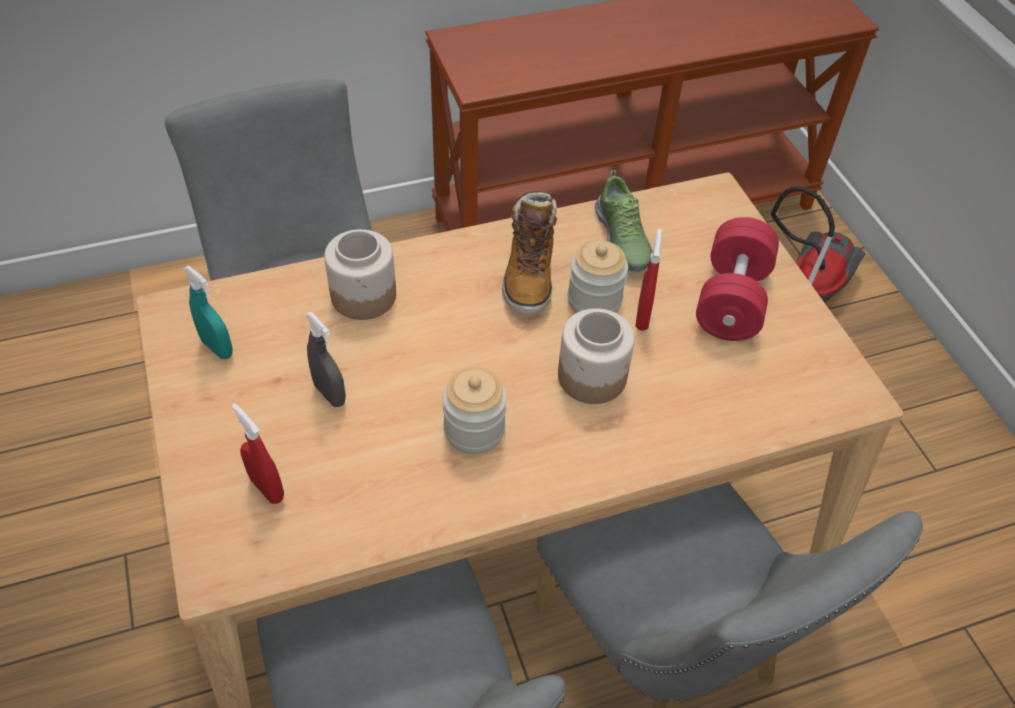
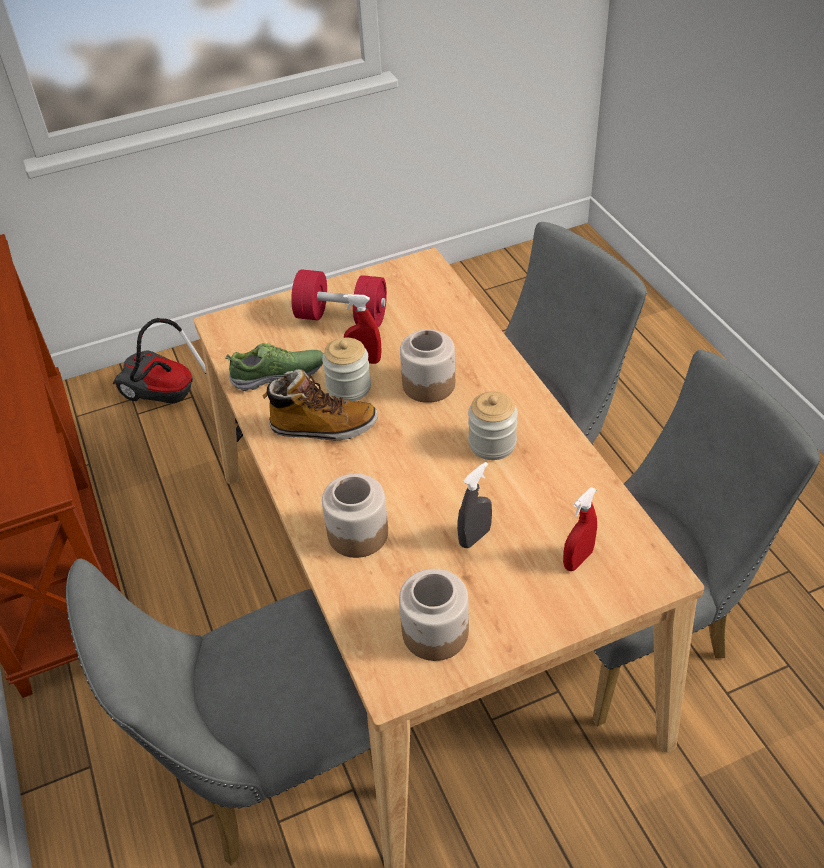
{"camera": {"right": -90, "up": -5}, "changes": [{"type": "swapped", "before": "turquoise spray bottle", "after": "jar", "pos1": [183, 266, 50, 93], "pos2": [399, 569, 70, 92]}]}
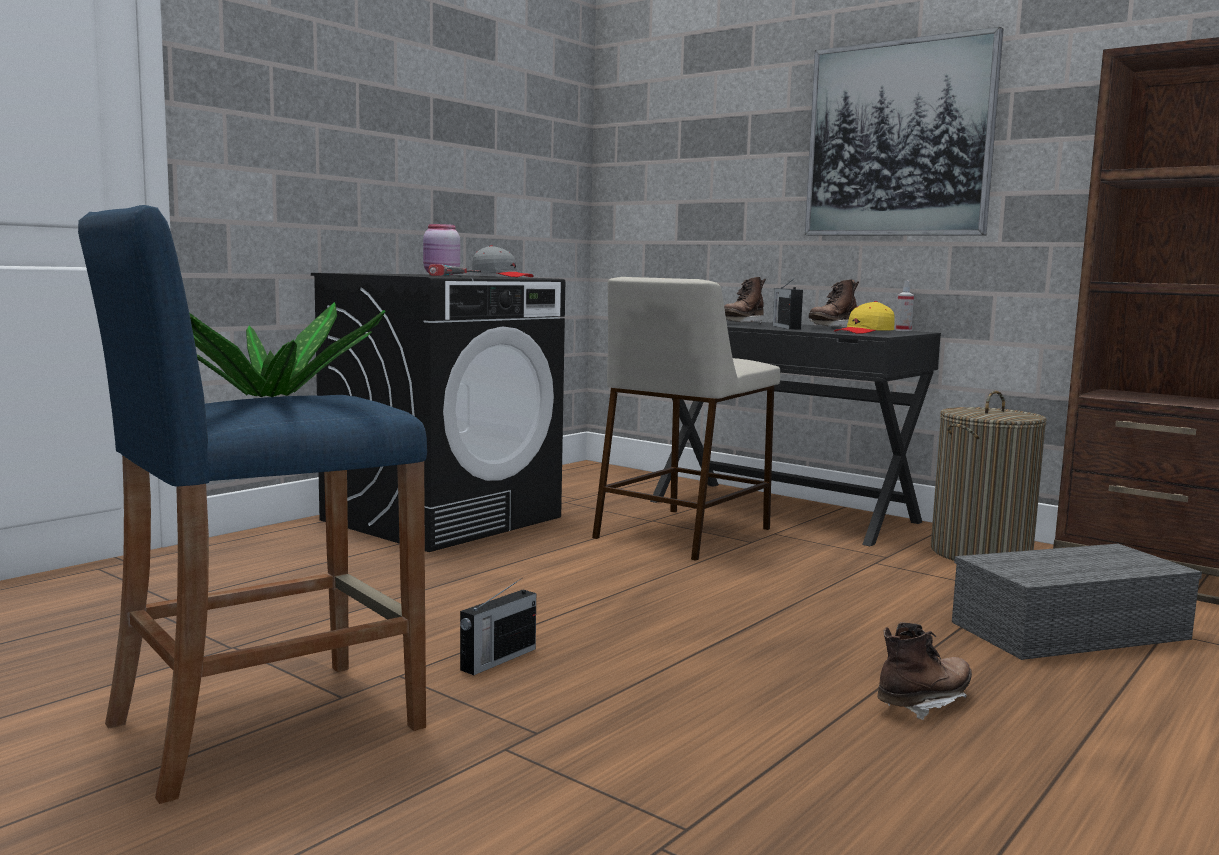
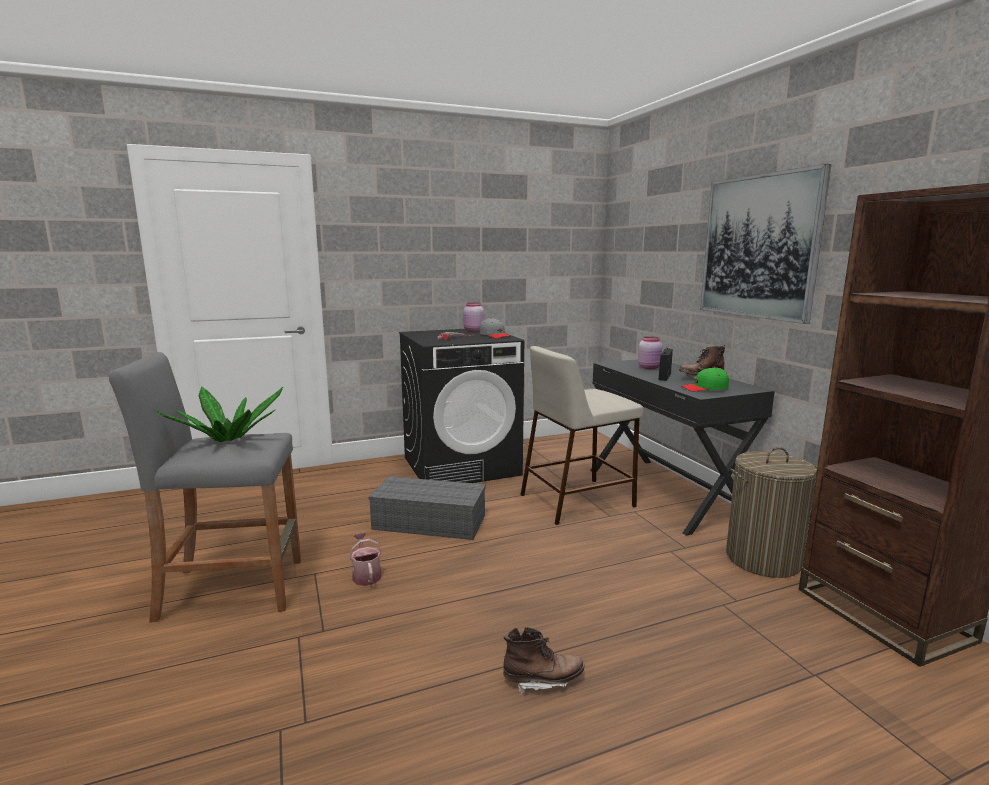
{"camera": {"right": 30, "up": 5}, "changes": [{"type": "repainted", "before": "blue stool", "after": "grey stool", "pos1": [78, 205, 349, 599], "pos2": [108, 352, 193, 271]}, {"type": "swapped", "before": "radio", "after": "watering can", "pos1": [460, 578, 76, 97], "pos2": [349, 533, 33, 53]}, {"type": "shifted", "before": "grey storage box", "pos1": [952, 544, 250, 116], "pos2": [368, 476, 118, 64]}, {"type": "swapped", "before": "brown boot", "after": "pink jar", "pos1": [724, 277, 42, 46], "pos2": [638, 336, 24, 33]}, {"type": "repainted", "before": "yellow cap", "after": "green cap", "pos1": [834, 301, 61, 33], "pos2": [682, 367, 47, 25]}, {"type": "gone", "before": "spray bottle", "pos1": [896, 281, 18, 50]}]}
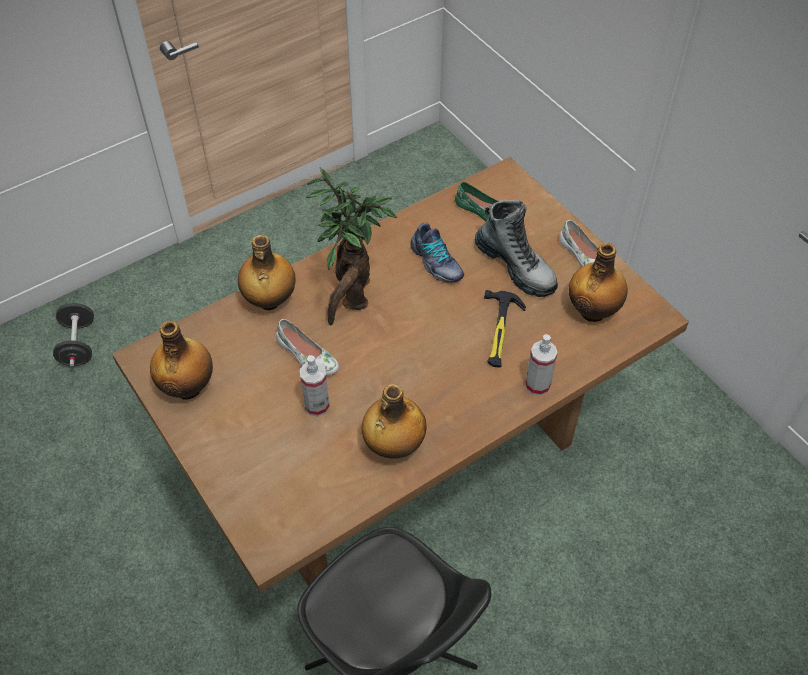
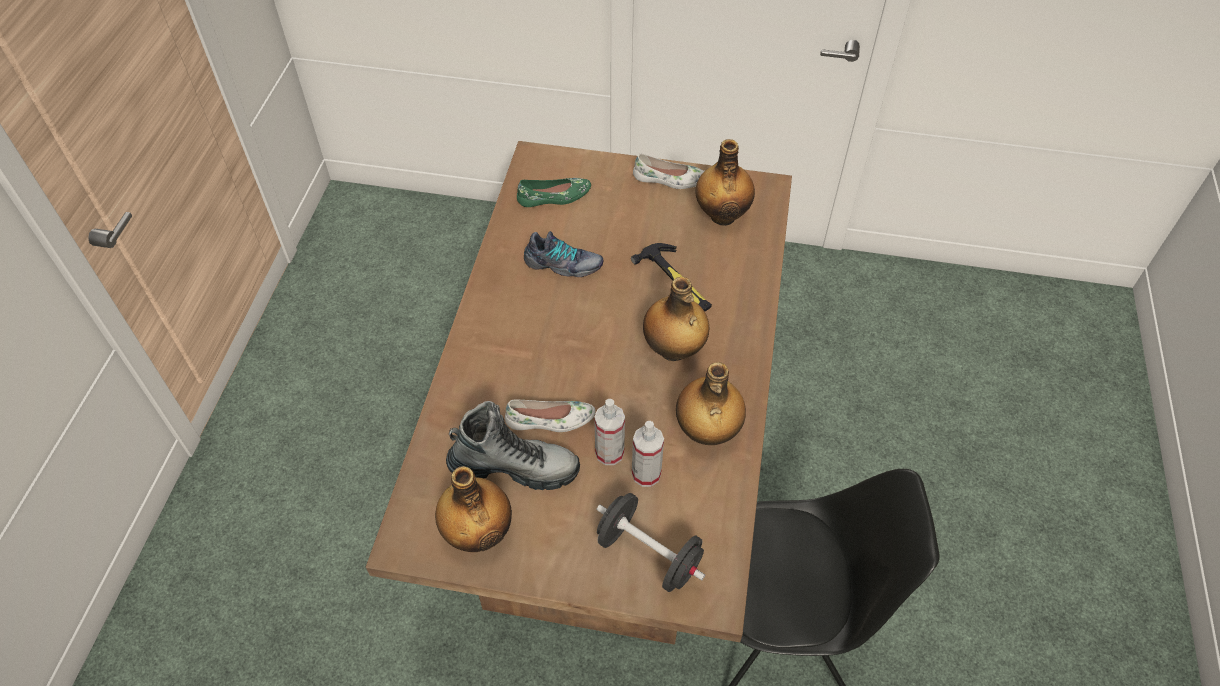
{"camera": {"right": -45, "up": 0}, "changes": [{"type": "shifted", "before": "boot", "pos1": [475, 199, 83, 98], "pos2": [446, 401, 134, 89]}, {"type": "shifted", "before": "black dumbbell", "pos1": [53, 303, 41, 64], "pos2": [596, 493, 109, 99]}, {"type": "shifted", "before": "spray bottle", "pos1": [525, 334, 33, 62], "pos2": [632, 421, 32, 66]}, {"type": "shifted", "before": "bottle", "pos1": [238, 235, 58, 75], "pos2": [643, 277, 66, 84]}, {"type": "gone", "before": "potted plant", "pos1": [306, 168, 91, 158]}]}
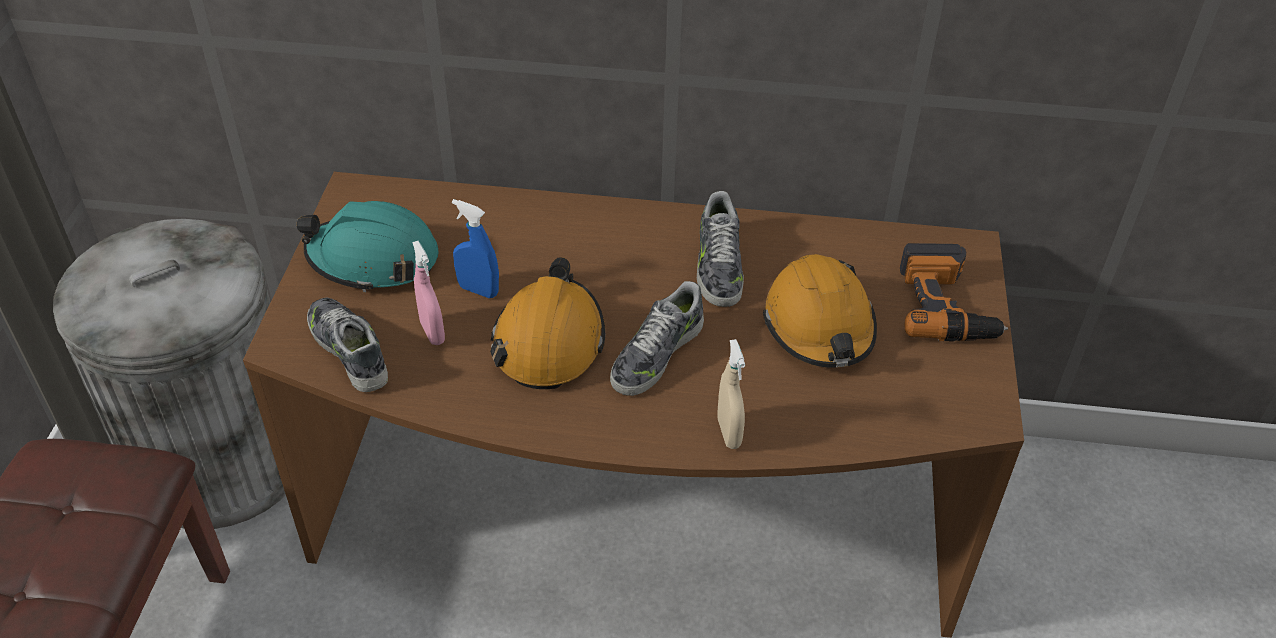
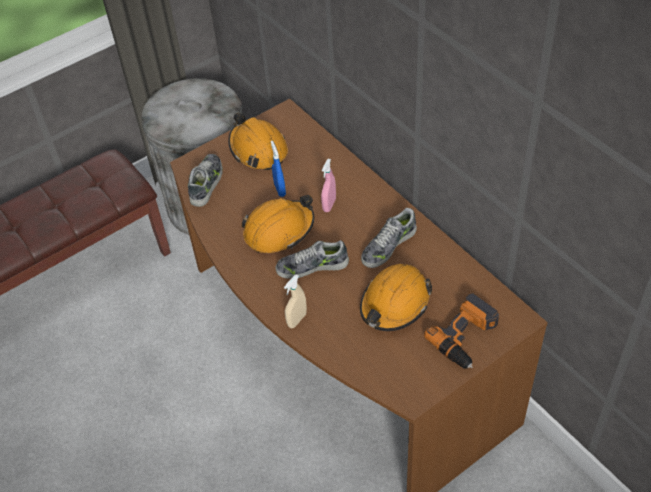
{"camera": {"right": 50, "up": 5}, "changes": [{"type": "repainted", "before": "turquoise hard hat", "after": "orange hard hat", "pos1": [297, 201, 142, 91], "pos2": [229, 113, 59, 57]}, {"type": "shifted", "before": "pink spray bottle", "pos1": [412, 241, 33, 104], "pos2": [321, 159, 15, 53]}]}
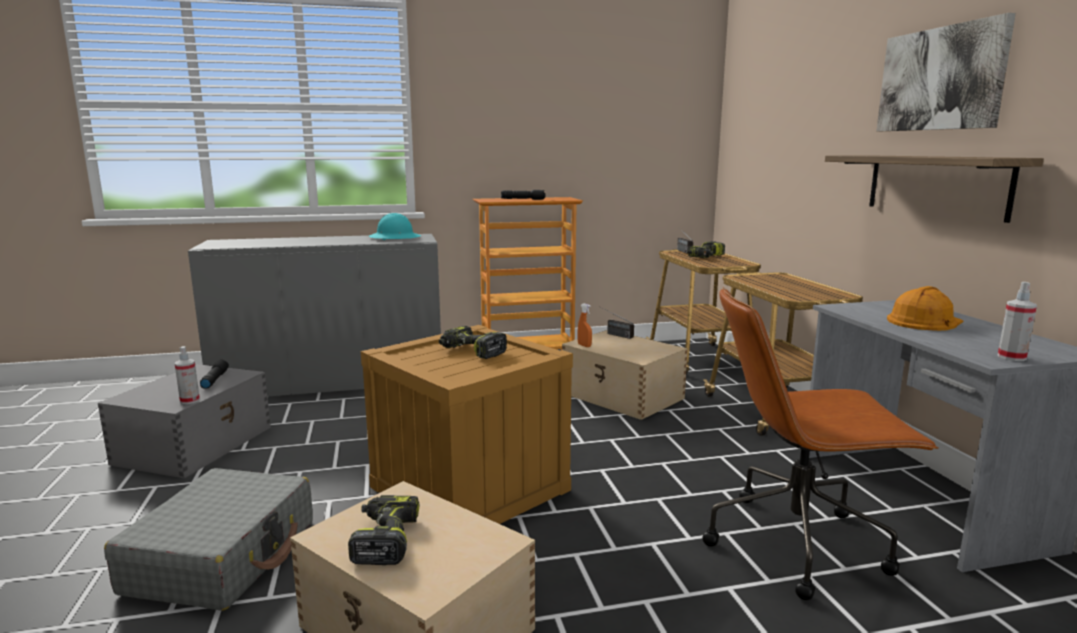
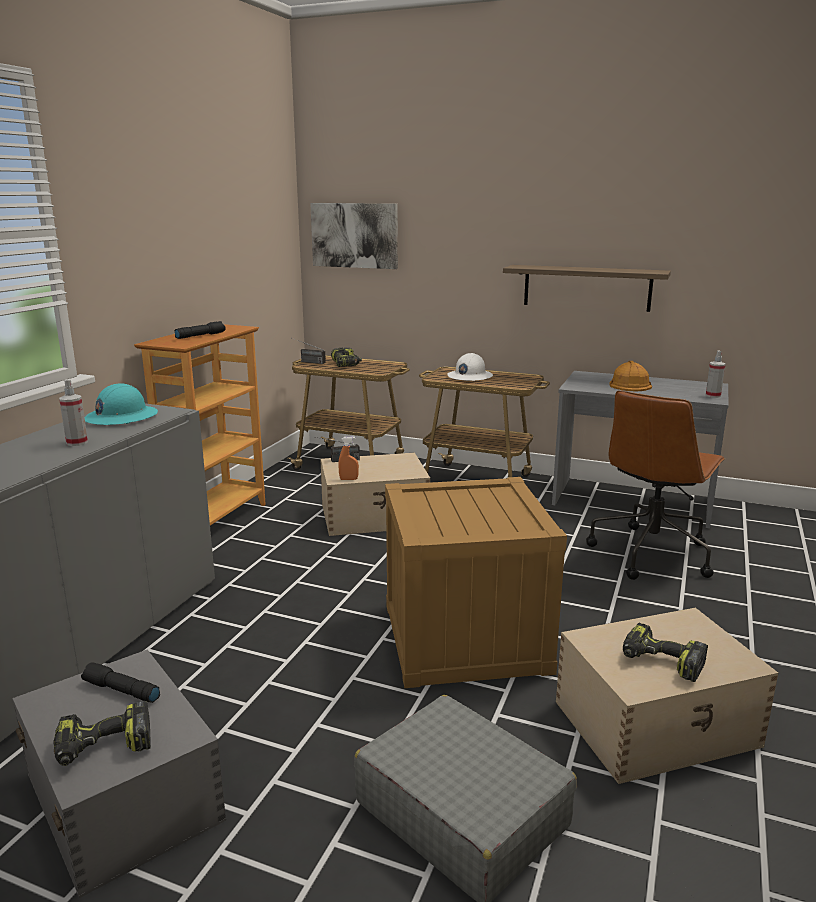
{"camera": {"right": -55, "up": 5}, "changes": [{"type": "shifted", "before": "power drill", "pos1": [439, 326, 68, 33], "pos2": [53, 701, 98, 65]}, {"type": "shifted", "before": "spray bottle", "pos1": [174, 346, 26, 58], "pos2": [59, 379, 29, 67]}, {"type": "shifted", "before": "picture", "pos1": [877, 13, 139, 118], "pos2": [310, 203, 88, 66]}, {"type": "new", "after": "white hard hat", "pos2": [447, 353, 46, 28]}]}
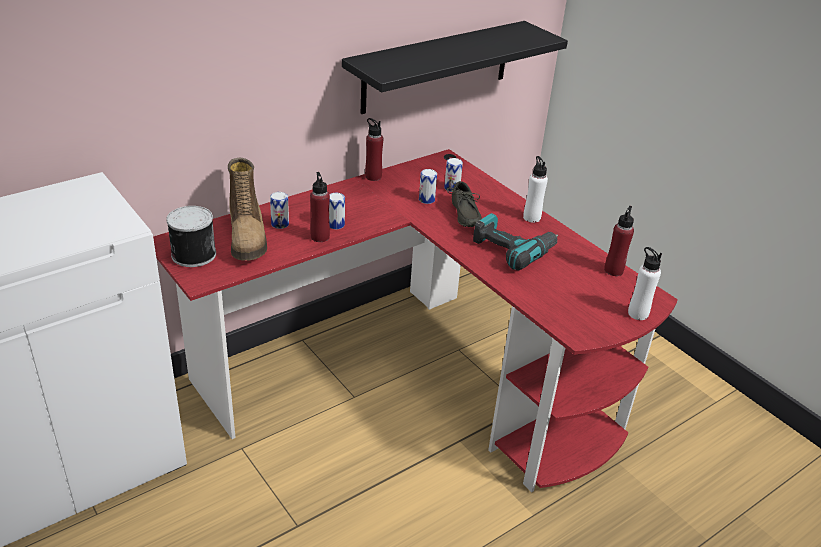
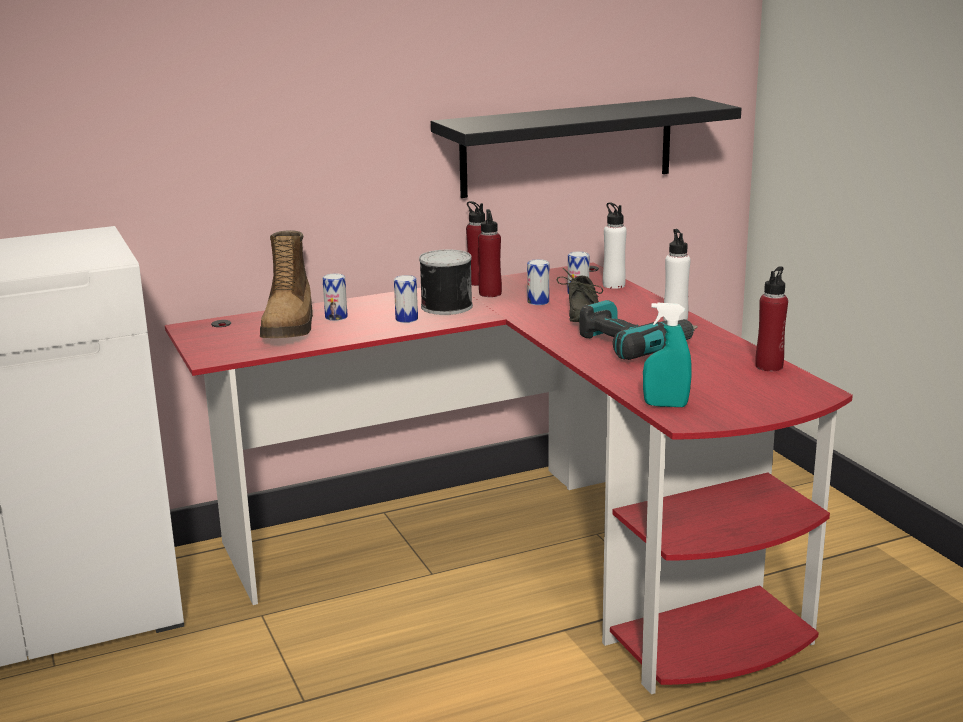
{"camera": {"right": 15, "up": -15}, "changes": [{"type": "shifted", "before": "can", "pos1": [166, 206, 50, 61], "pos2": [419, 249, 54, 66]}, {"type": "shifted", "before": "red bottle", "pos1": [310, 172, 20, 70], "pos2": [478, 209, 24, 88]}, {"type": "shifted", "before": "white bottle", "pos1": [628, 247, 34, 73], "pos2": [603, 202, 24, 87]}, {"type": "new", "after": "turquoise spray bottle", "pos2": [643, 303, 49, 104]}]}
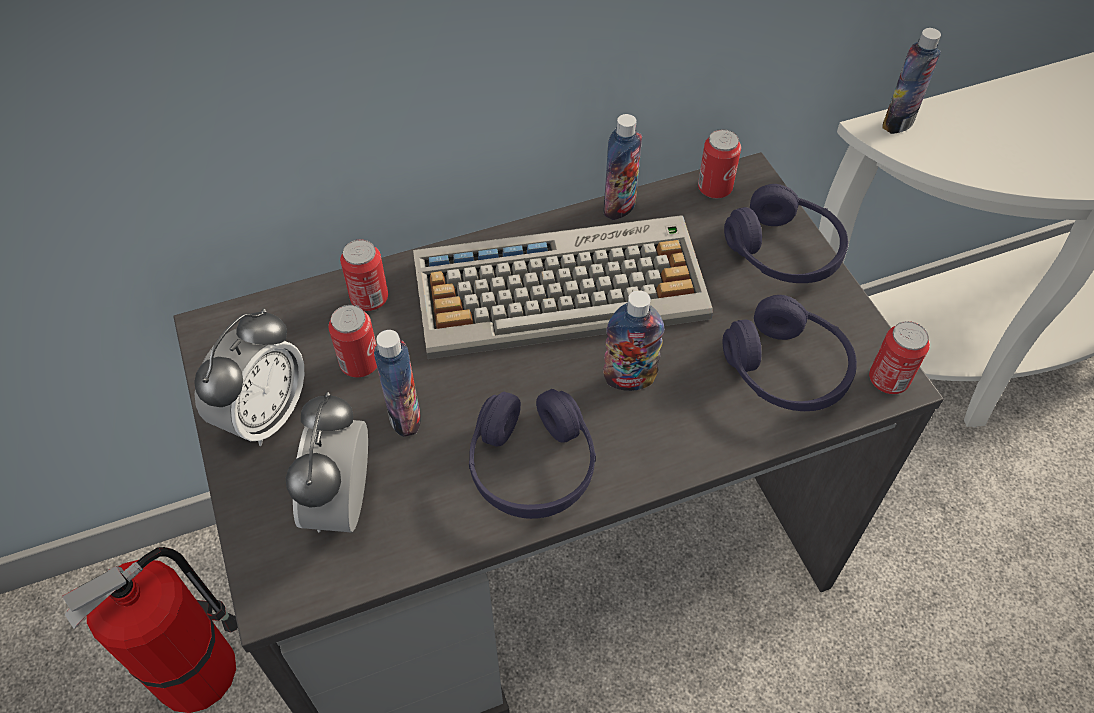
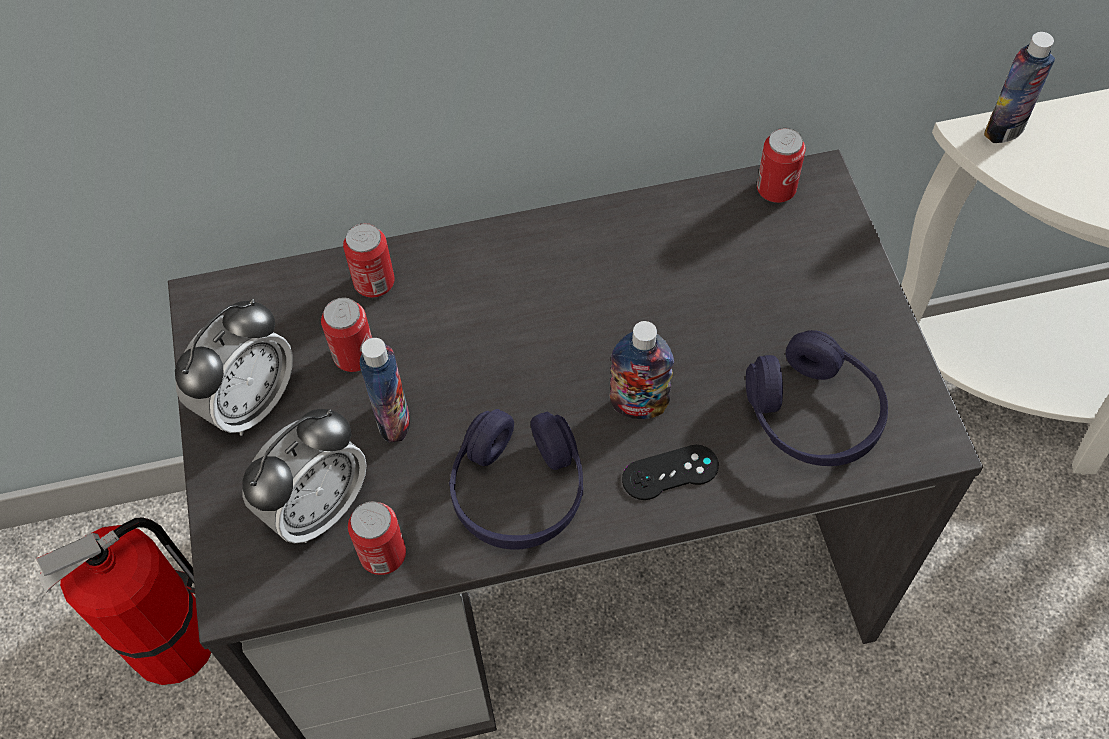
{"camera": {"right": 10, "up": 5}, "changes": [{"type": "rotated", "before": "alarm clock", "pos1": [286, 392, 82, 140], "pos2": [242, 409, 125, 135], "turn": -150}, {"type": "shifted", "before": "can", "pos1": [869, 321, 61, 73], "pos2": [348, 501, 58, 74]}, {"type": "new", "after": "black game controller", "pos2": [622, 445, 97, 55]}, {"type": "gone", "before": "keyboard", "pos1": [413, 215, 300, 144]}, {"type": "gone", "before": "bottle", "pos1": [603, 114, 39, 106]}, {"type": "gone", "before": "purple headphones", "pos1": [724, 184, 124, 99]}]}
